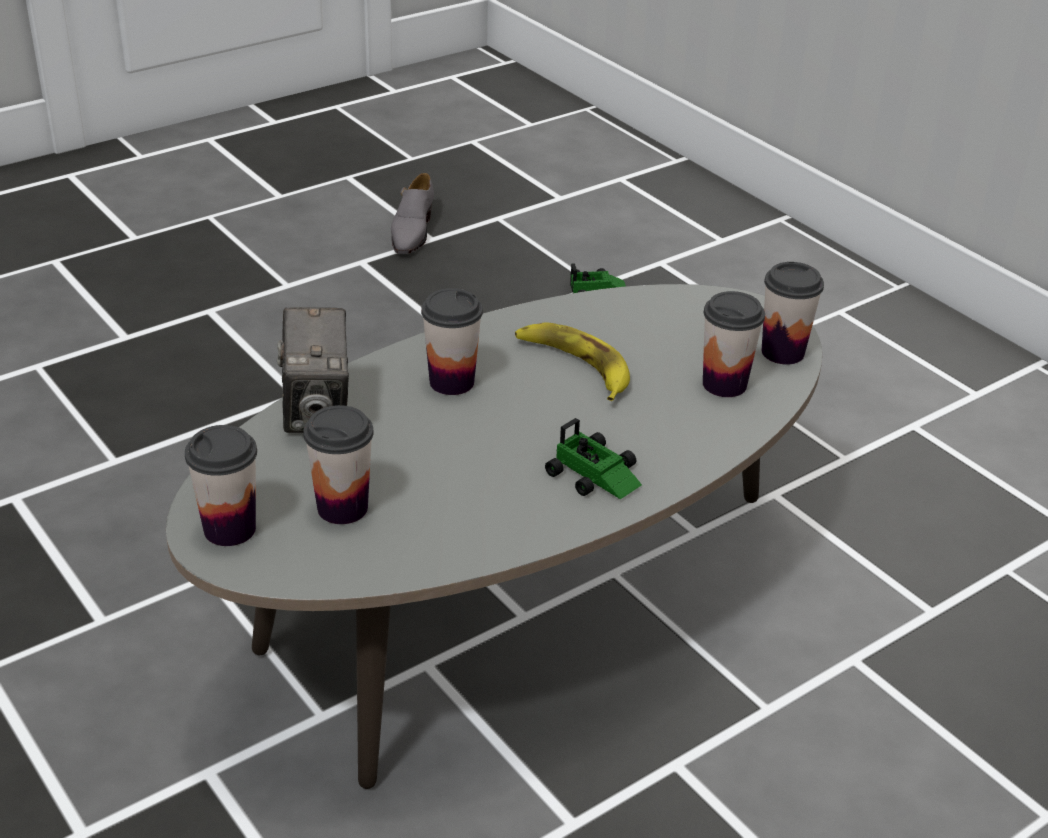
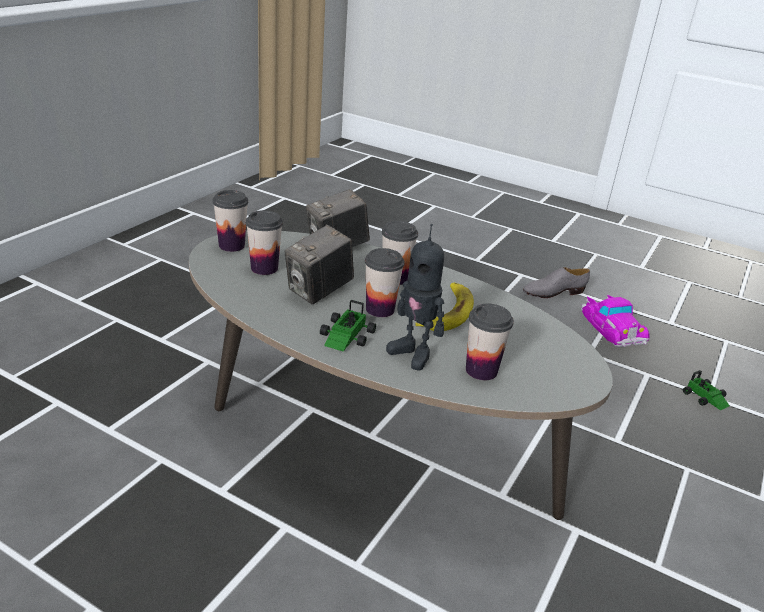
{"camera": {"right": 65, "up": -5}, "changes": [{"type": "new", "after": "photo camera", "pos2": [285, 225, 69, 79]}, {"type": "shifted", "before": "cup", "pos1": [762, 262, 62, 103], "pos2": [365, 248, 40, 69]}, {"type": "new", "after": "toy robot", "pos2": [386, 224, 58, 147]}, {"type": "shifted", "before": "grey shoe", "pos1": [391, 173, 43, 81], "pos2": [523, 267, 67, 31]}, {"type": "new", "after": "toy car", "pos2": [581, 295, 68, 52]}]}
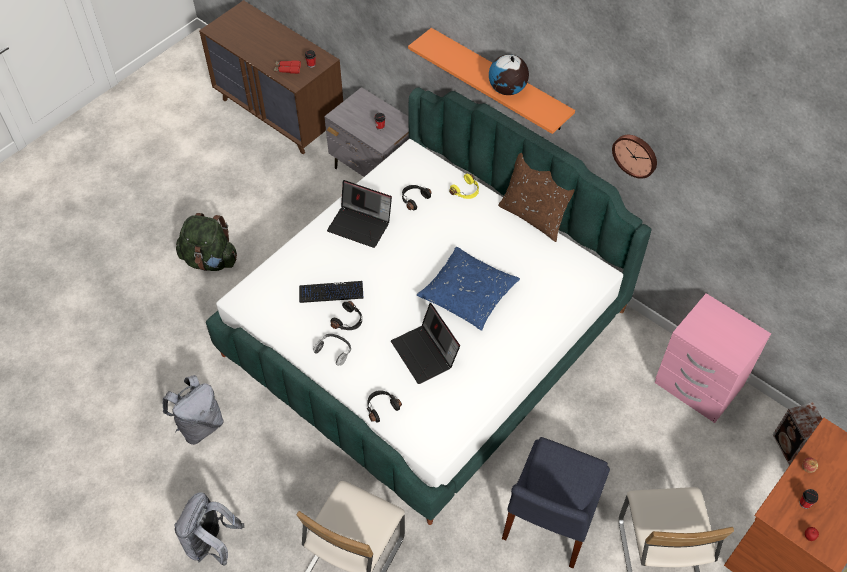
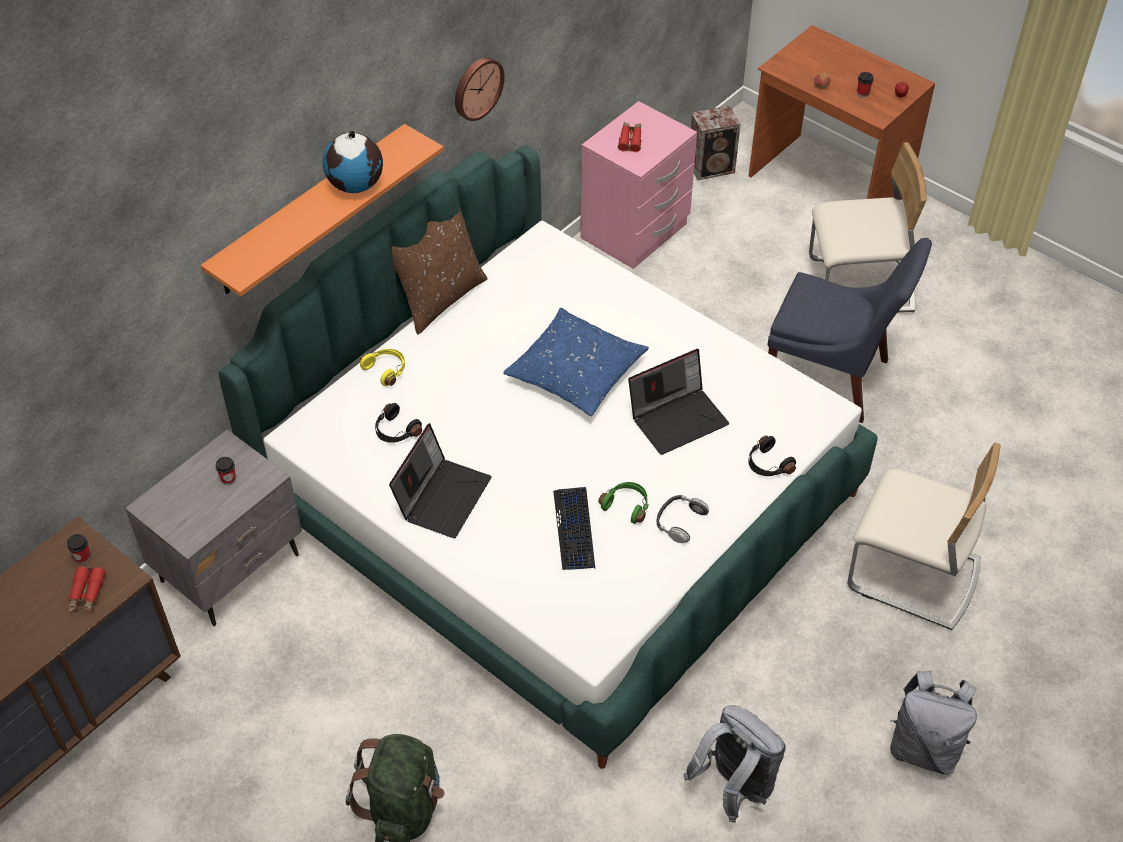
{"camera": {"right": -90, "up": -5}, "changes": [{"type": "repainted", "before": "black headphones", "after": "green headphones", "pos1": [330, 301, 32, 29], "pos2": [598, 482, 50, 42]}, {"type": "new", "after": "red binoculars", "pos2": [618, 122, 23, 30]}]}
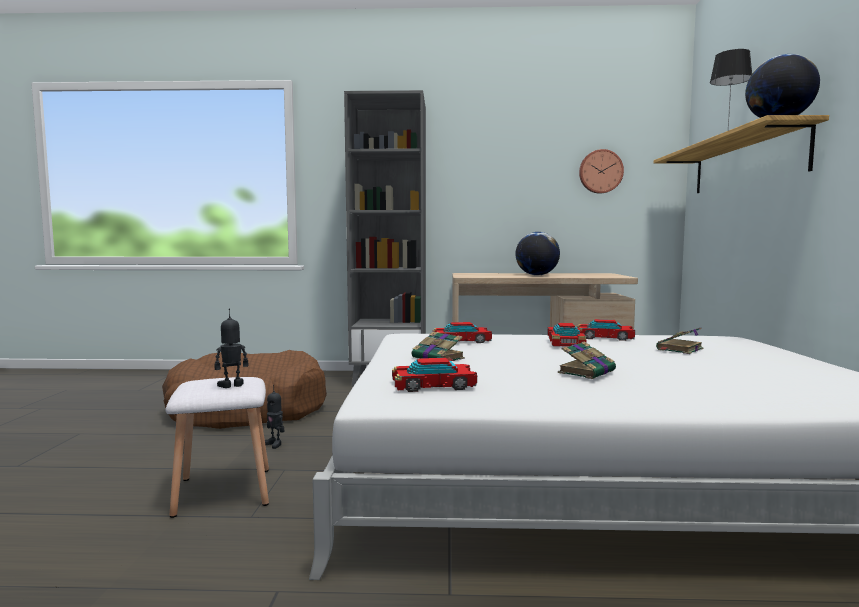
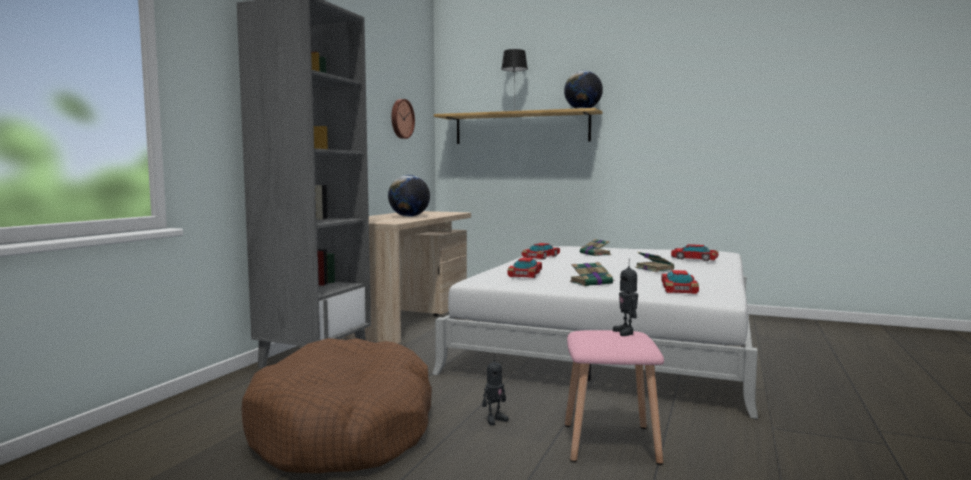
{"camera": {"right": -70, "up": 0}, "changes": [{"type": "repainted", "before": "white stool", "after": "pink stool", "pos1": [165, 377, 104, 141], "pos2": [565, 330, 99, 135]}, {"type": "shifted", "before": "toy car", "pos1": [548, 323, 38, 23], "pos2": [671, 244, 48, 17]}]}
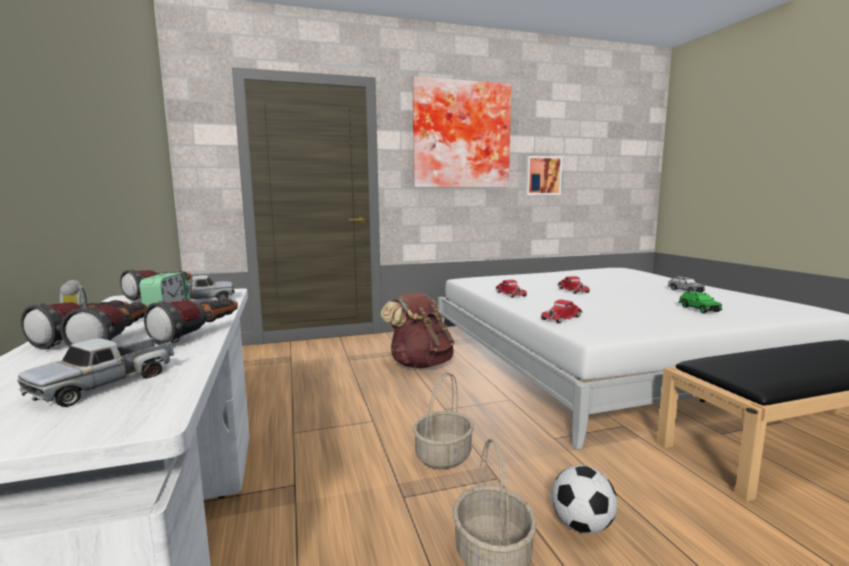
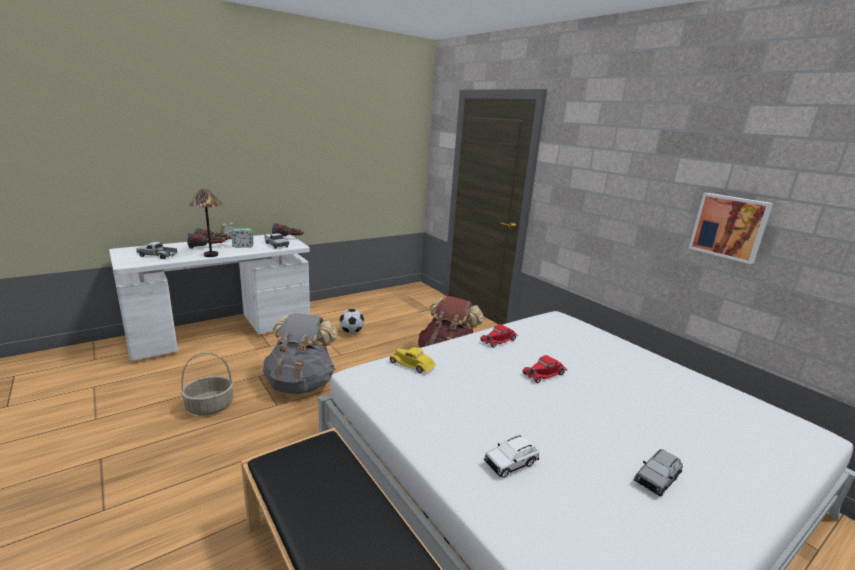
{"camera": {"right": 70, "up": 10}, "changes": [{"type": "swapped", "before": "flashlight", "after": "table lamp", "pos1": [144, 299, 94, 46], "pos2": [189, 189, 34, 68]}, {"type": "swapped", "before": "basket", "after": "grey backpack", "pos1": [413, 372, 61, 97], "pos2": [263, 313, 75, 81]}, {"type": "shifted", "before": "football", "pos1": [552, 465, 66, 69], "pos2": [339, 309, 25, 25]}, {"type": "repainted", "before": "red toy car", "after": "yellow toy car", "pos1": [541, 299, 42, 24], "pos2": [389, 347, 47, 26]}, {"type": "repainted", "before": "green toy car", "after": "white toy car", "pos1": [679, 291, 43, 22], "pos2": [484, 435, 55, 43]}, {"type": "gone", "before": "picture", "pos1": [413, 77, 98, 111]}]}
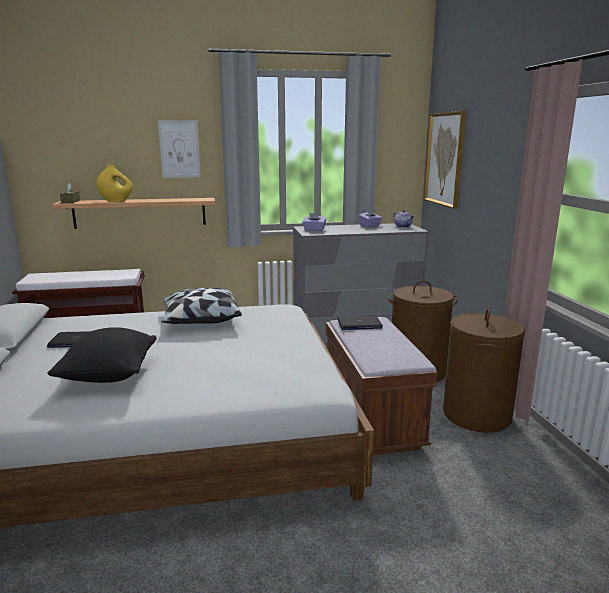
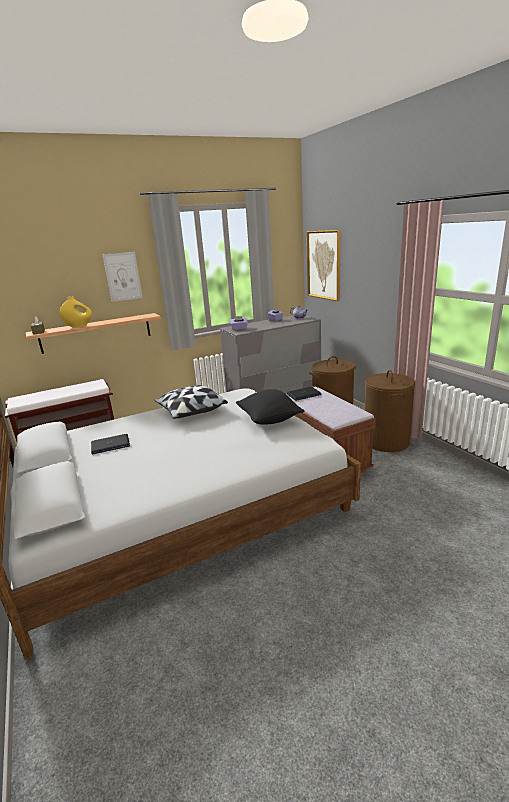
{"camera": {"right": -15, "up": 5}, "changes": [{"type": "shifted", "before": "black pillow", "pos1": [47, 327, 110, 56], "pos2": [236, 389, 68, 35]}]}
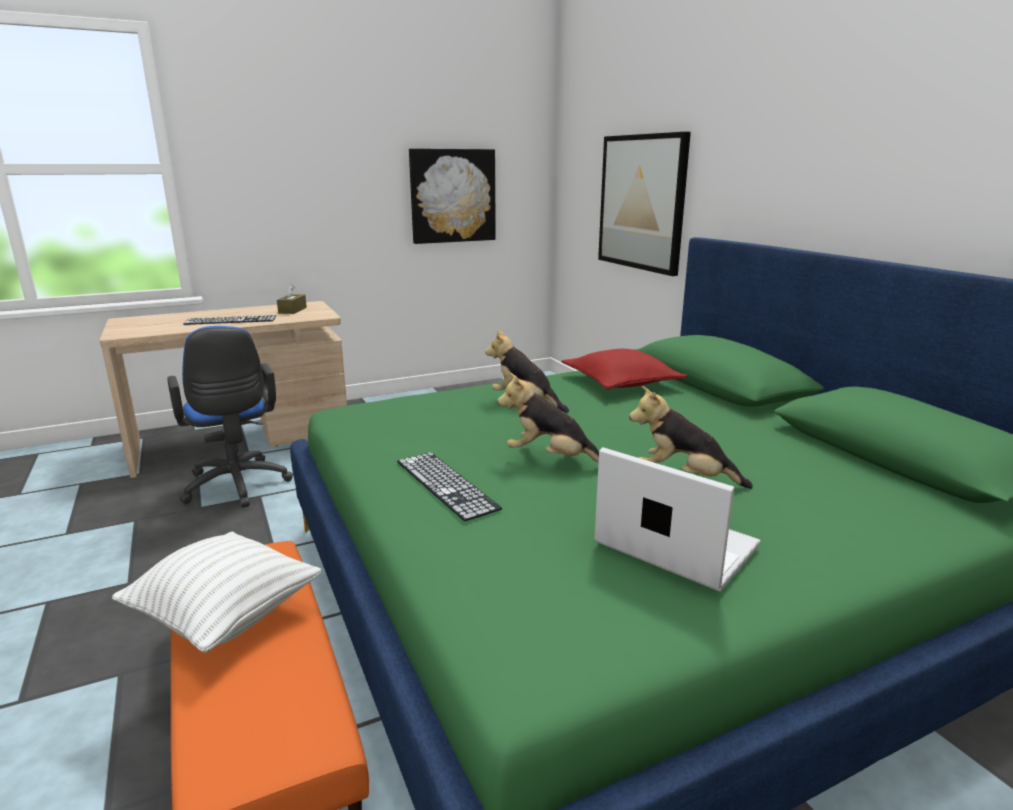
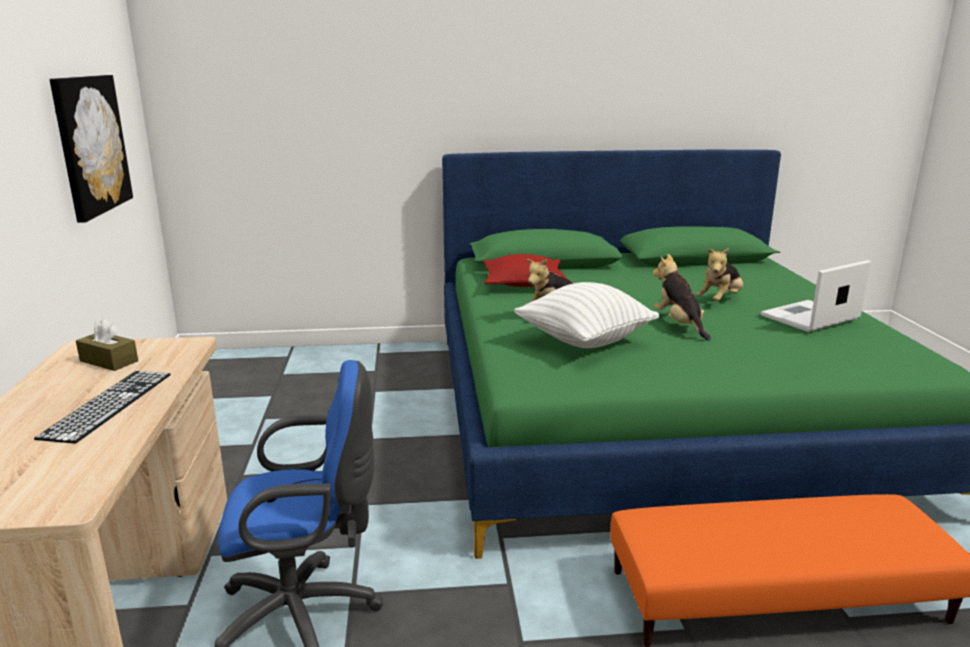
{"camera": {"right": -70, "up": 0}, "changes": [{"type": "shifted", "before": "white pillow", "pos1": [112, 532, 210, 121], "pos2": [514, 282, 145, 66]}, {"type": "rotated", "before": "plush toy", "pos1": [497, 372, 102, 91], "pos2": [653, 254, 58, 87], "turn": 120}, {"type": "gone", "before": "keyboard", "pos1": [397, 452, 105, 69]}, {"type": "gone", "before": "picture", "pos1": [598, 132, 93, 144]}]}
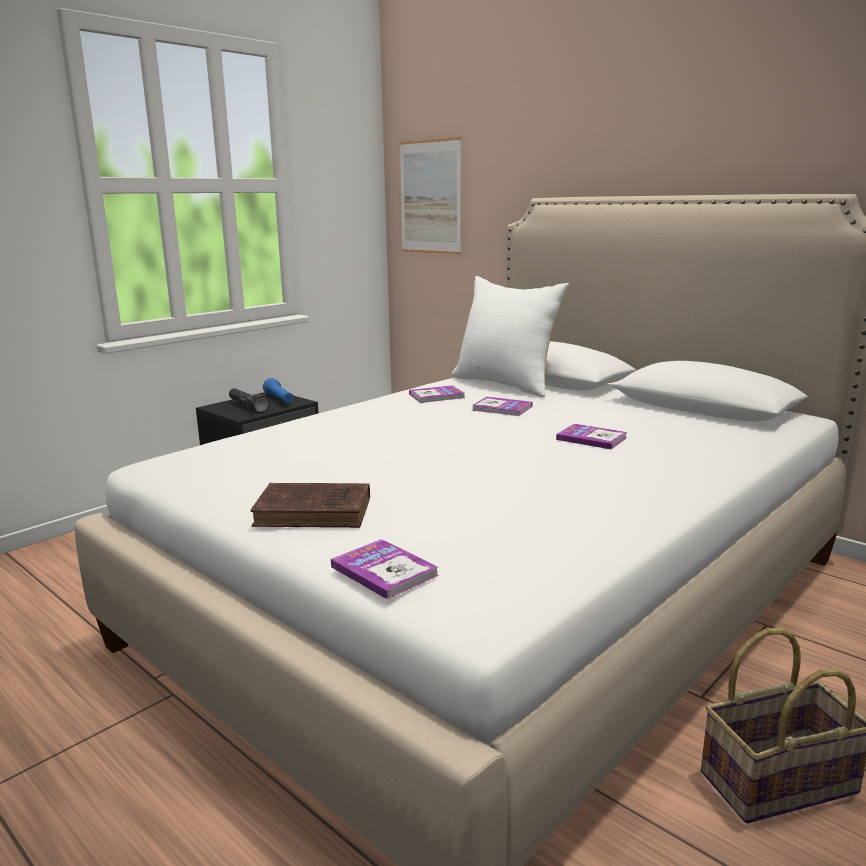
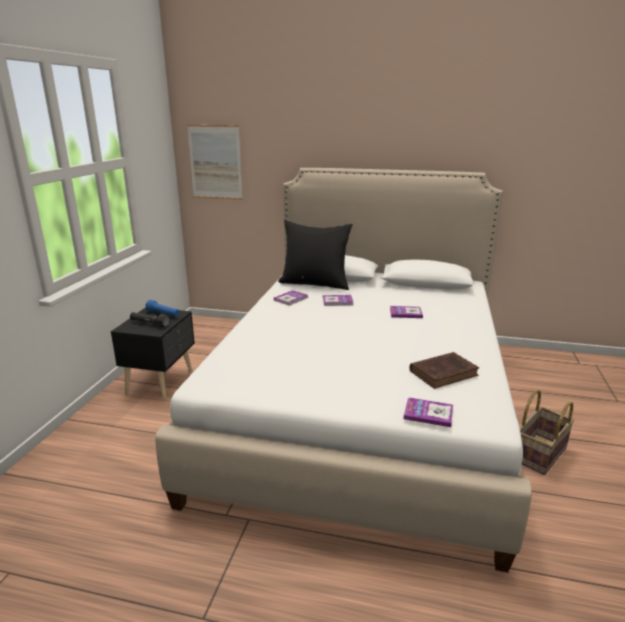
{"camera": {"right": -30, "up": 5}, "changes": [{"type": "repainted", "before": "white pillow", "after": "black pillow", "pos1": [451, 276, 118, 121], "pos2": [278, 220, 75, 70]}, {"type": "shifted", "before": "brown book", "pos1": [251, 483, 119, 45], "pos2": [410, 352, 69, 37]}]}
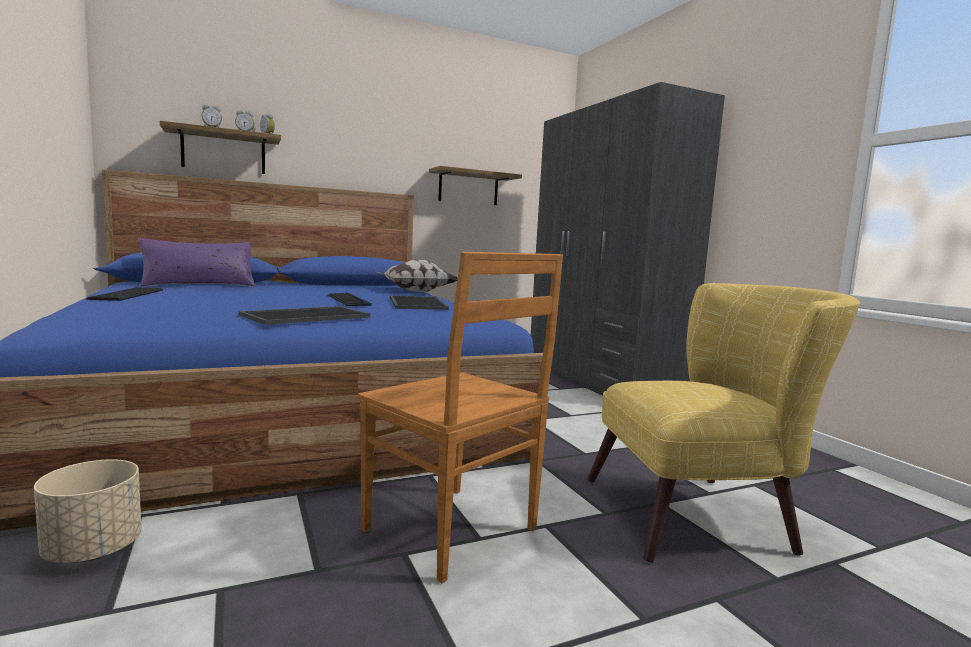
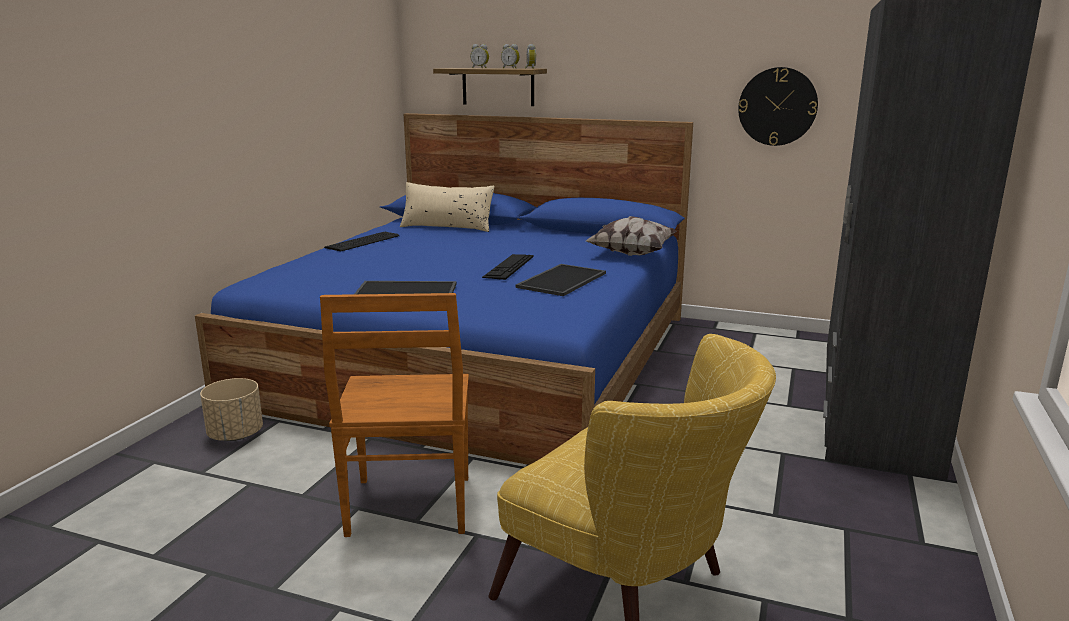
{"camera": {"right": 45, "up": 10}, "changes": [{"type": "repainted", "before": "purple pillow", "after": "beige pillow", "pos1": [138, 238, 117, 49], "pos2": [400, 182, 94, 50]}, {"type": "swapped", "before": "shelf", "after": "wall clock", "pos1": [429, 166, 93, 39], "pos2": [738, 67, 80, 79]}]}
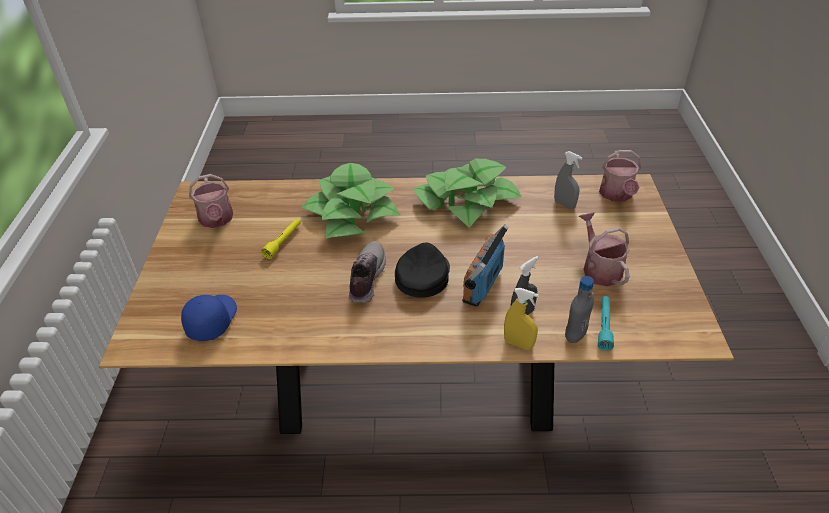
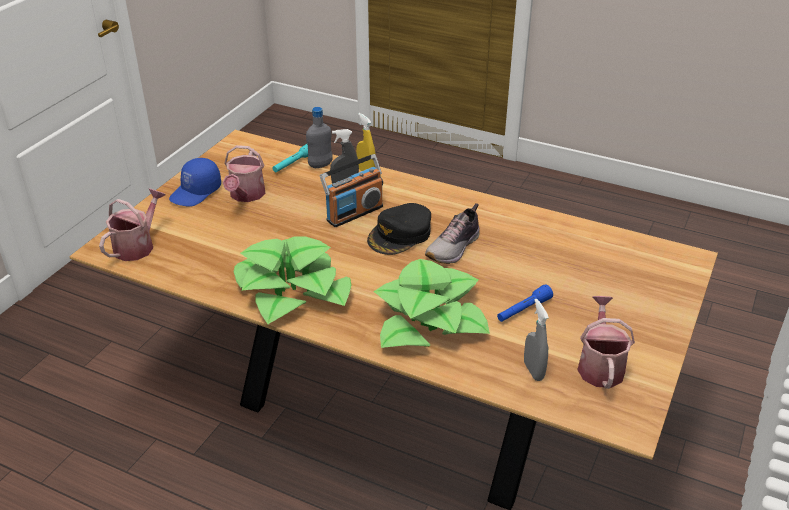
{"camera": {"right": -155, "up": -5}, "changes": [{"type": "shifted", "before": "blue cap", "pos1": [181, 295, 56, 46], "pos2": [169, 158, 52, 48]}, {"type": "repainted", "before": "yellow flashlight", "after": "blue flashlight", "pos1": [261, 219, 40, 40], "pos2": [497, 284, 56, 38]}, {"type": "shifted", "before": "grey spray bottle", "pos1": [554, 151, 28, 58], "pos2": [524, 299, 25, 82]}]}
